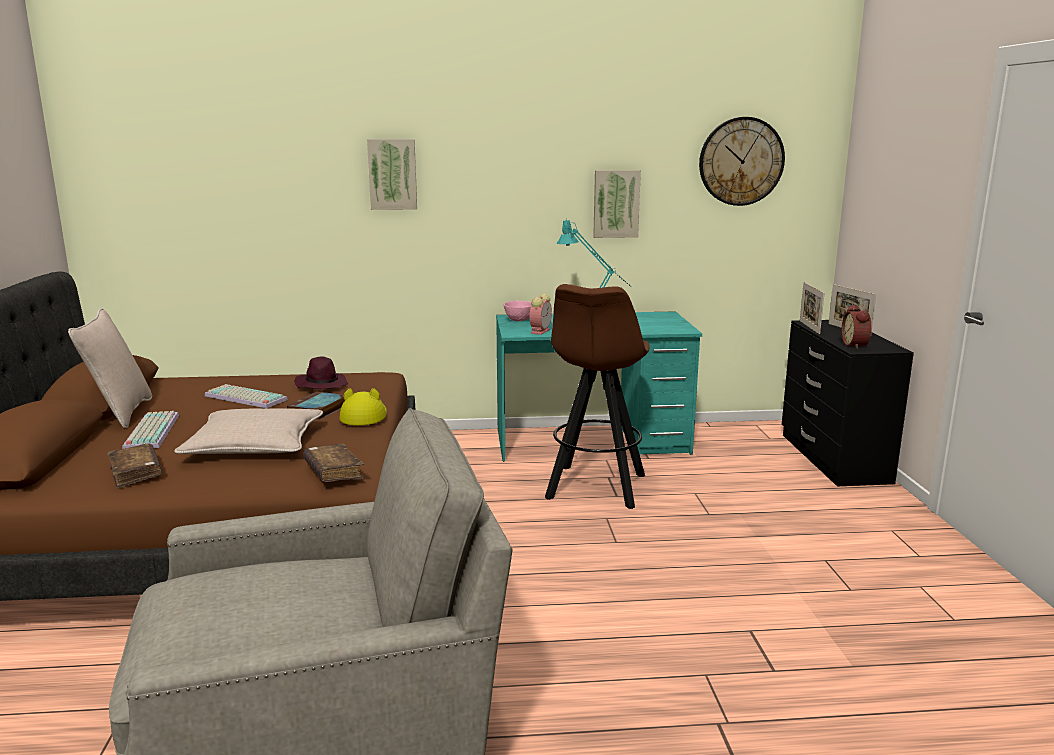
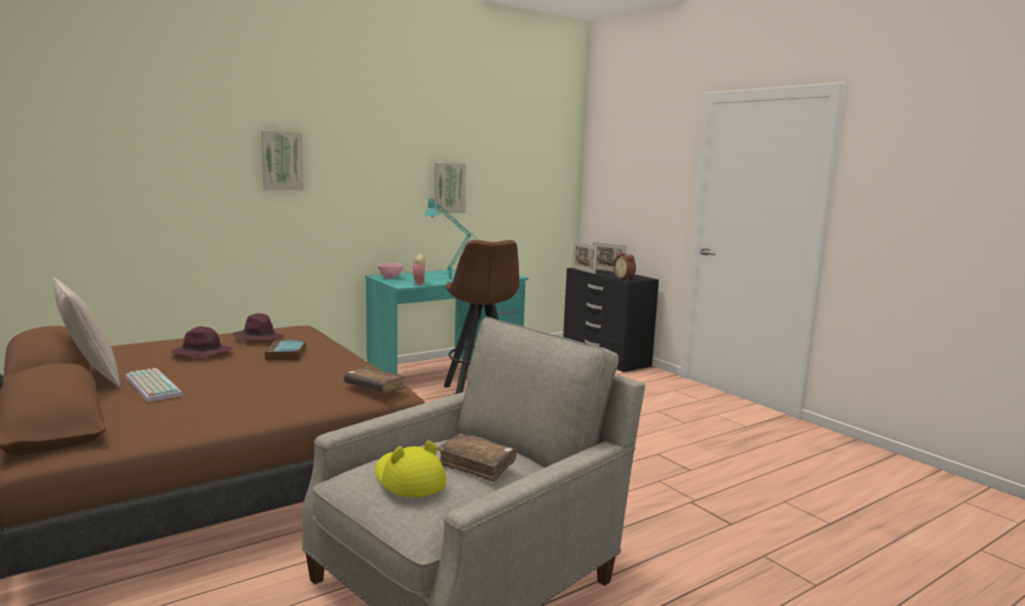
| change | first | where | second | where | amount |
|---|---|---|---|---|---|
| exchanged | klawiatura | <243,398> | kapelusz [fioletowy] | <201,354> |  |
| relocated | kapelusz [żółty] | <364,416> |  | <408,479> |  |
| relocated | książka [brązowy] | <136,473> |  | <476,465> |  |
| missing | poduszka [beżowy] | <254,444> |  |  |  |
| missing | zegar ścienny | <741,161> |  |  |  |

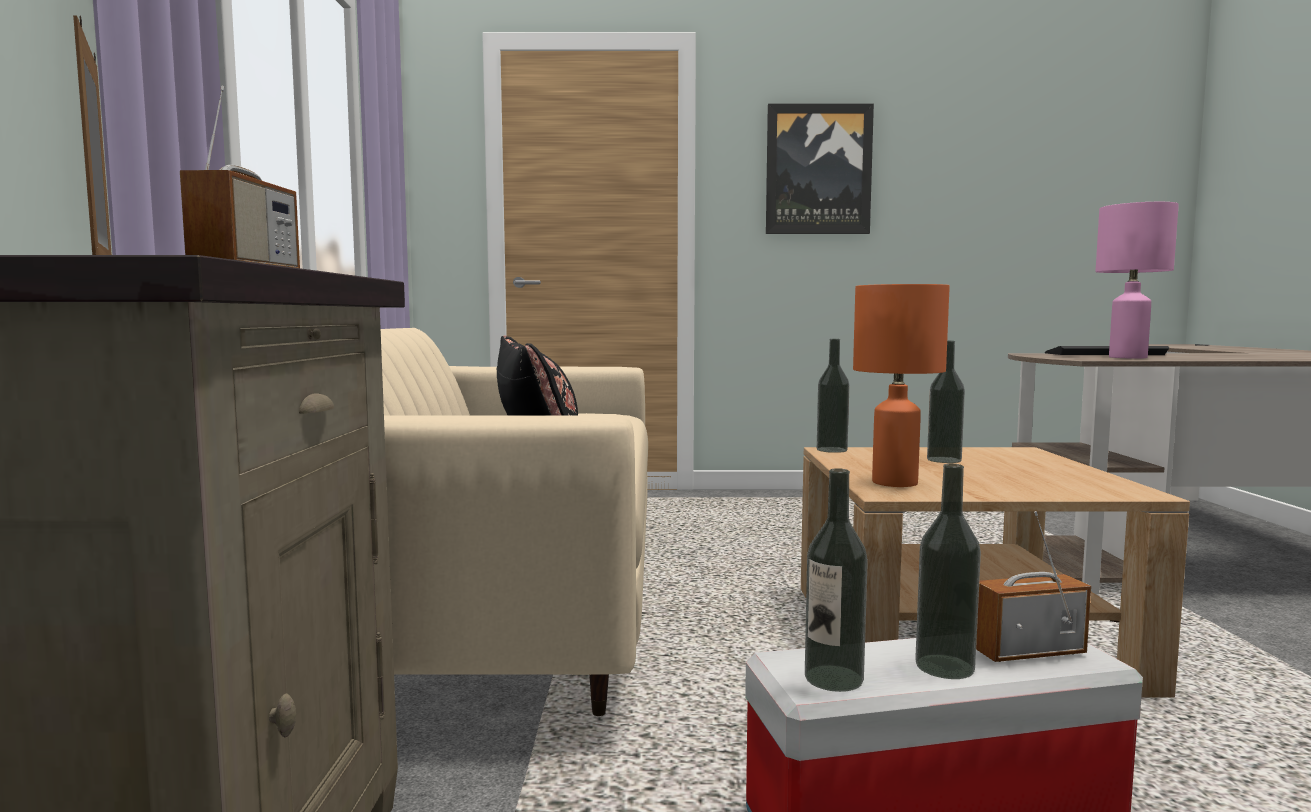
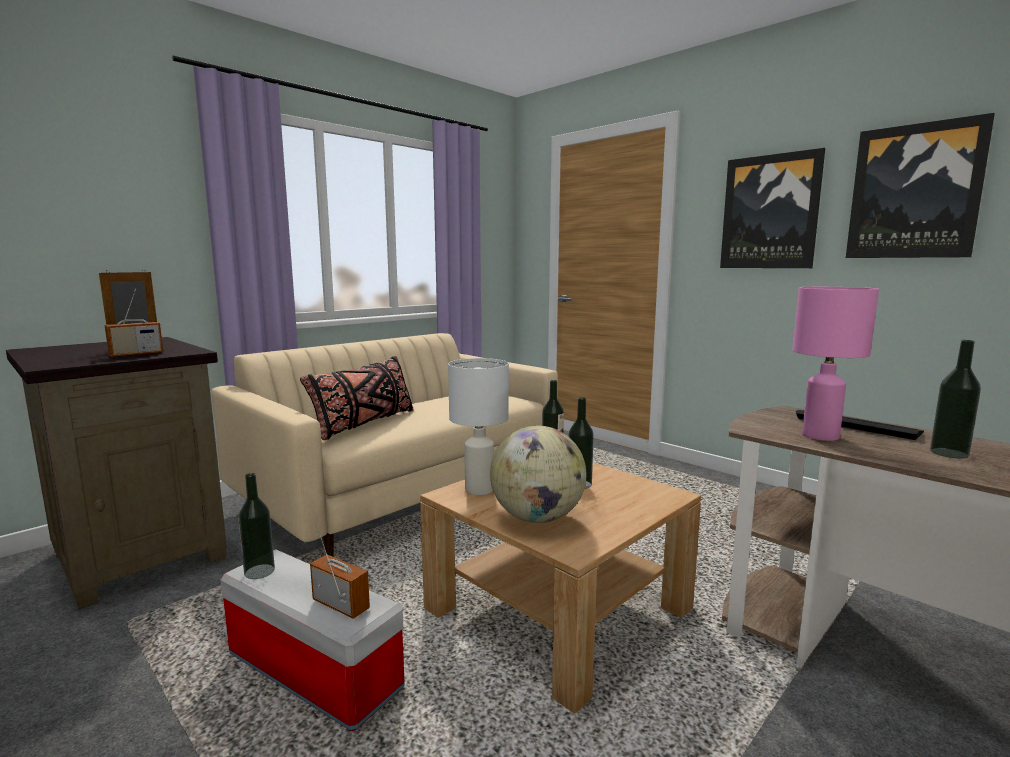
| change | first | where | second | where | amount |
|---|---|---|---|---|---|
| colour | lampa stołowa [pomarańczowy] | <894,483> | lampa stołowa [biały] | <478,489> |  |
| appeared |  |  | globus | <537,518> |  |
| appeared |  |  | obraz | <914,192> |  |
| relocated | butelka | <944,666> |  | <949,453> |  |

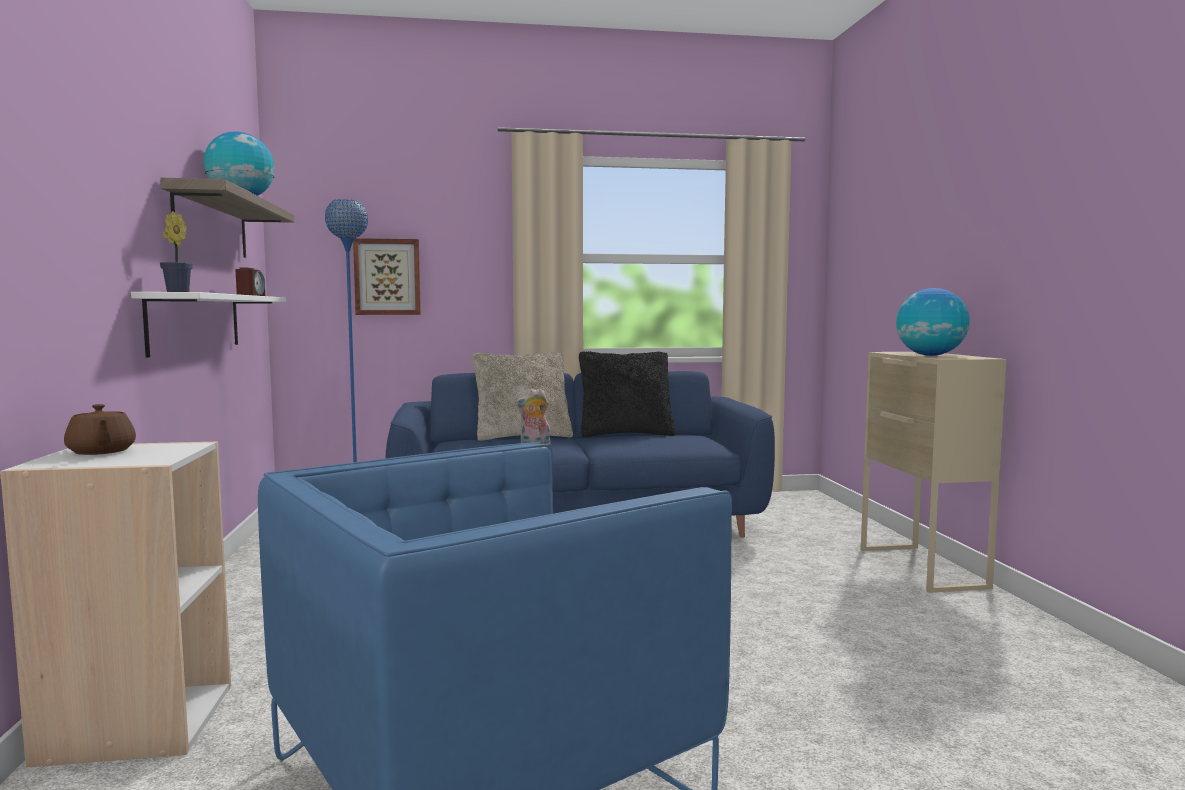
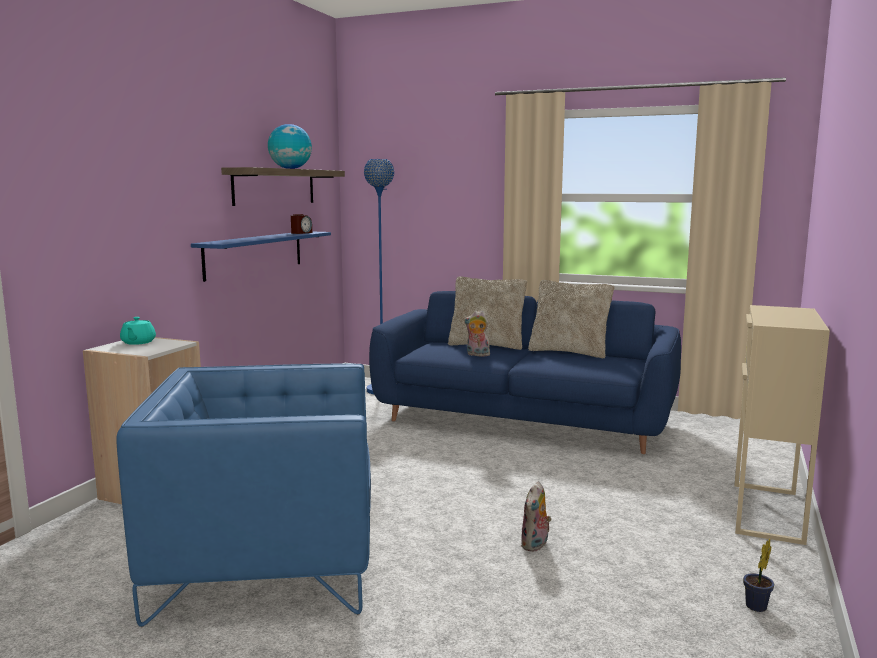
| change | first | where | second | where | amount |
|---|---|---|---|---|---|
| colour | imbryk [brązowy] | <101,452> | imbryk [turkusowy] | <138,342> |  |
| colour | półka [biały] | <196,322> | półka [niebieski] | <255,254> |  |
| appeared |  |  | pluszak | <535,545> |  |
| colour | poduszka [czarny] | <626,433> | poduszka [beżowy] | <569,351> |  |
| relocated | roślina doniczkowa | <176,292> |  | <755,608> |  |
| missing | obraz | <387,277> |  |  |  |
| missing | globus | <930,355> |  |  |  |

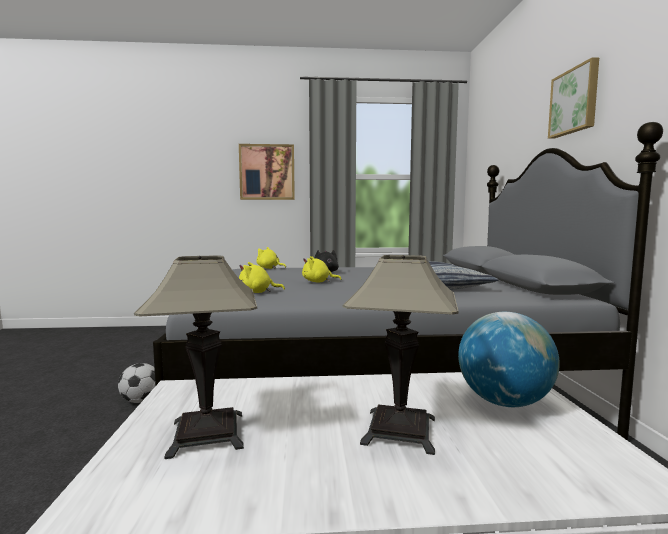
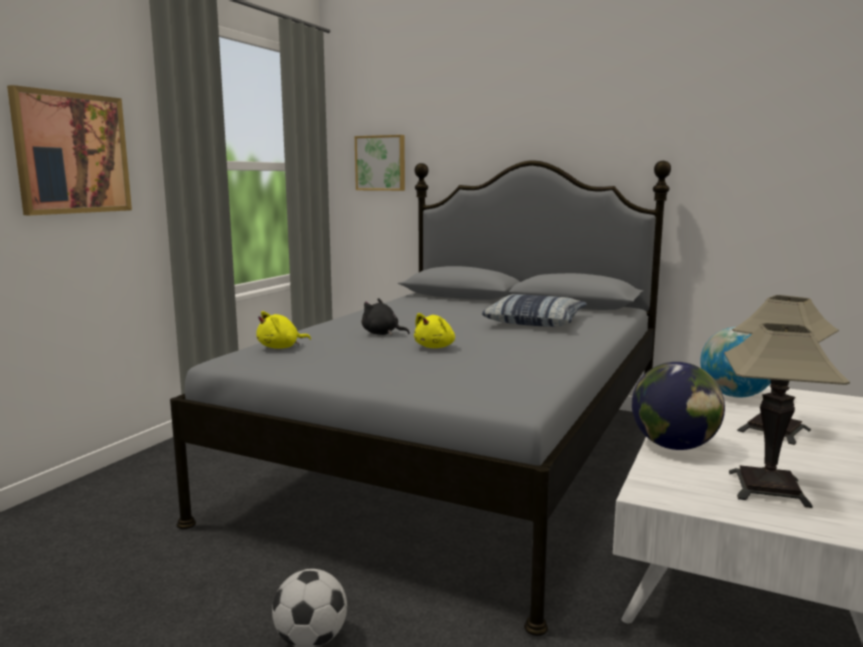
| change | first | where | second | where | amount |
|---|---|---|---|---|---|
| relocated | obraz | <575,101> |  | <381,163> |  |
| appeared |  |  | globus | <673,446> |  |
| missing | pluszak [żółty] | <257,292> |  |  |  |

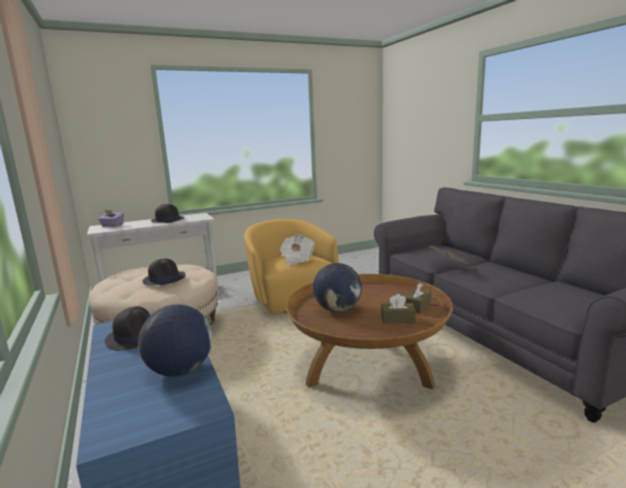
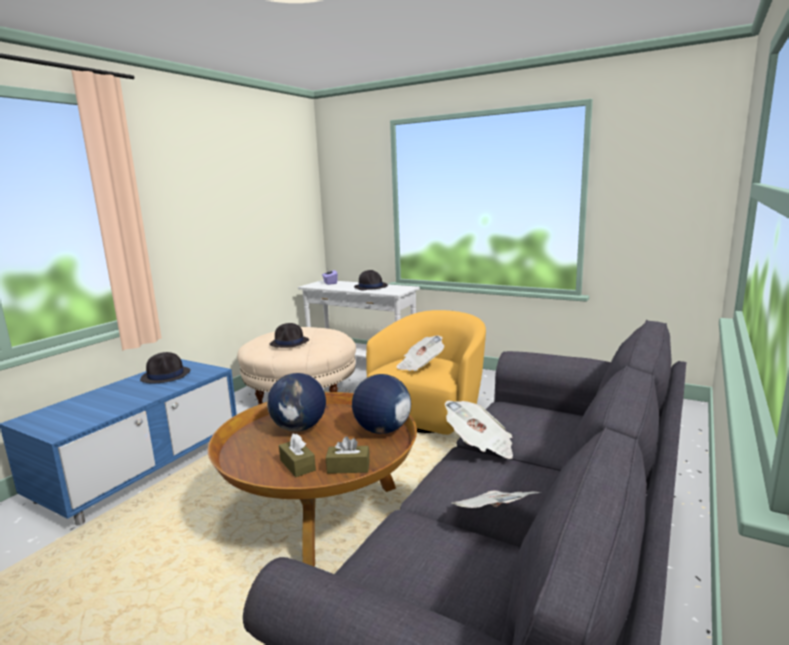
| change | first | where | second | where | amount |
|---|---|---|---|---|---|
| relocated | globus | <180,370> |  | <382,430> |  |
| appeared |  |  | gazeta | <493,518> |  |

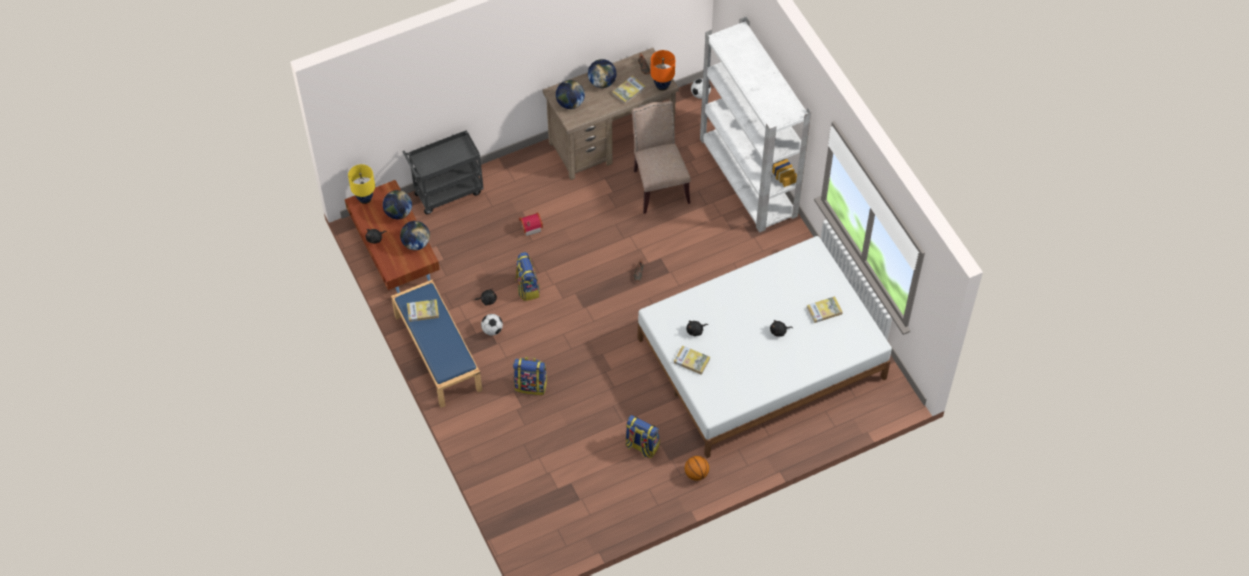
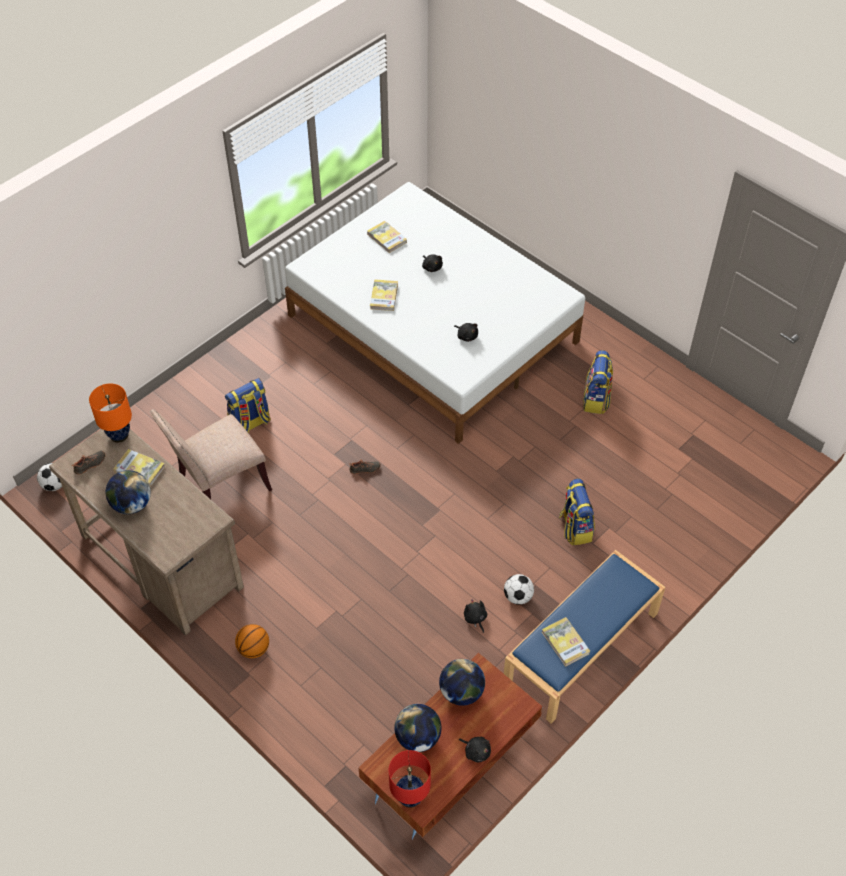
| change | first | where | second | where | amount |
|---|---|---|---|---|---|
| relocated | plecak | <527,287> |  | <250,423> |  |
| relocated | piłka do koszykówki | <696,474> |  | <254,649> |  |
| relocated | książka | <691,361> |  | <384,296> |  |
| colour | lampa stołowa [żółty] | <365,198> | lampa stołowa [czerwony] | <410,797> |  |
| missing | wózek [szary] | <446,195> |  |  |  |
| missing | domek | <530,227> |  |  |  |
| missing | globus | <570,103> |  |  |  |
| missing | regał [biały] | <748,177> |  |  |  |

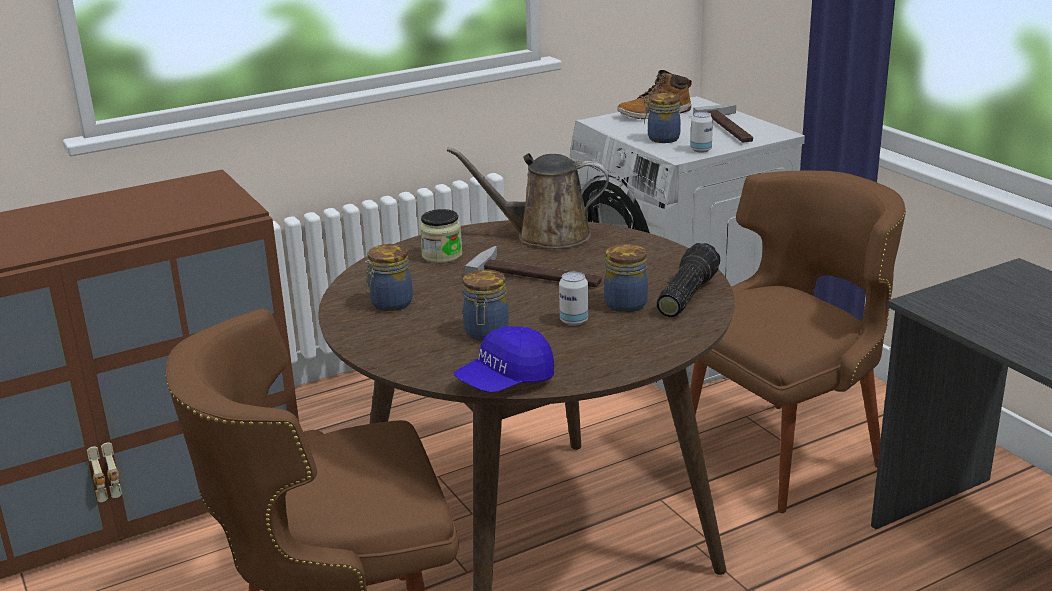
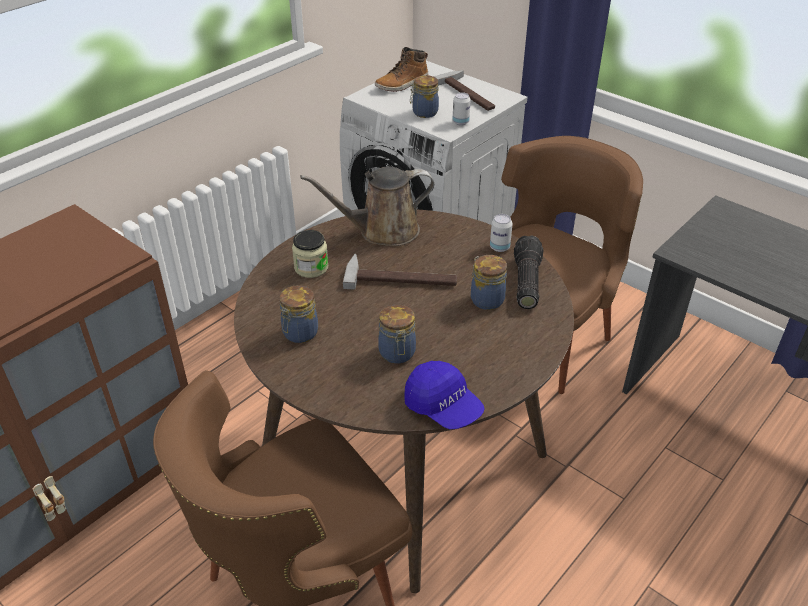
| change | first | where | second | where | amount |
|---|---|---|---|---|---|
| spun | czapka z daszkiem [niebieski] | <505,381> |  | <443,407> | 75 degrees counterclockwise |
| relocated | puszka | <574,321> |  | <499,247> |  |

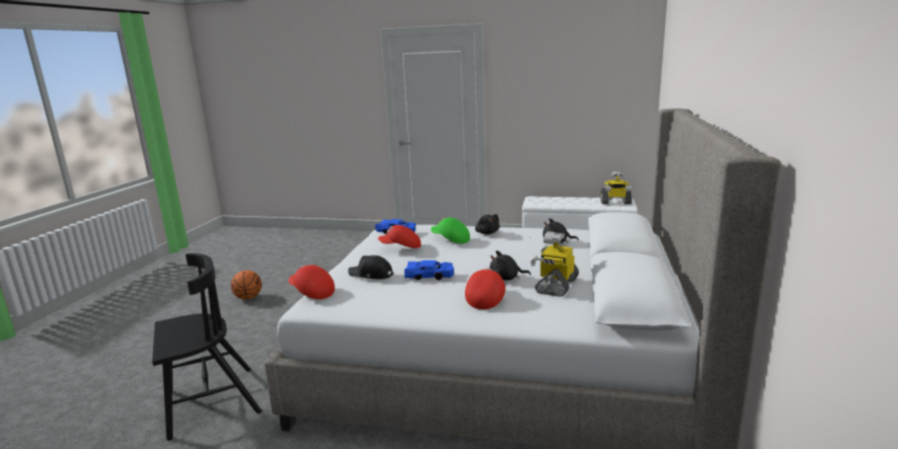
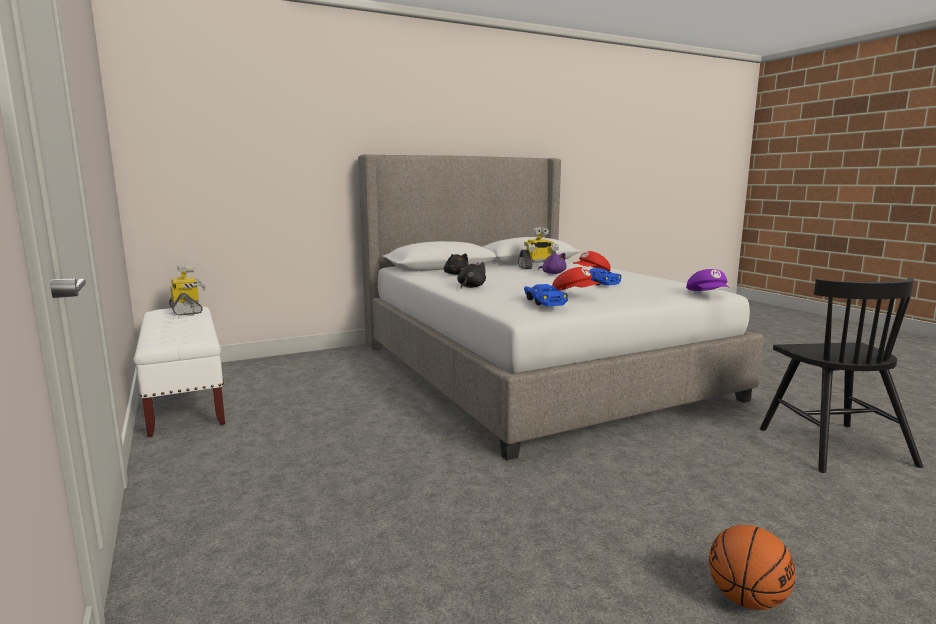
| change | first | where | second | where | amount |
|---|---|---|---|---|---|
| colour | pluszak [czarny] | <506,278> | pluszak [fioletowy] | <553,273> |  |
| colour | czapka z daszkiem [czerwony] | <311,292> | czapka z daszkiem [fioletowy] | <708,294> |  |
| spun | krzesło [czarny] | <206,403> |  | <829,443> | 120 degrees counterclockwise |
| missing | czapka z daszkiem [czarny] | <371,274> |  |  |  |
| missing | czapka z daszkiem [zielony] | <450,240> |  |  |  |

